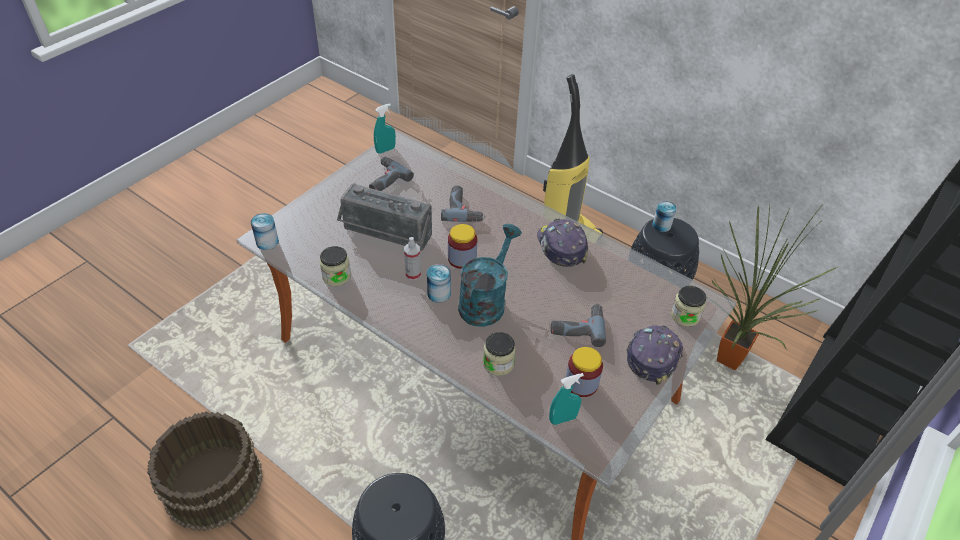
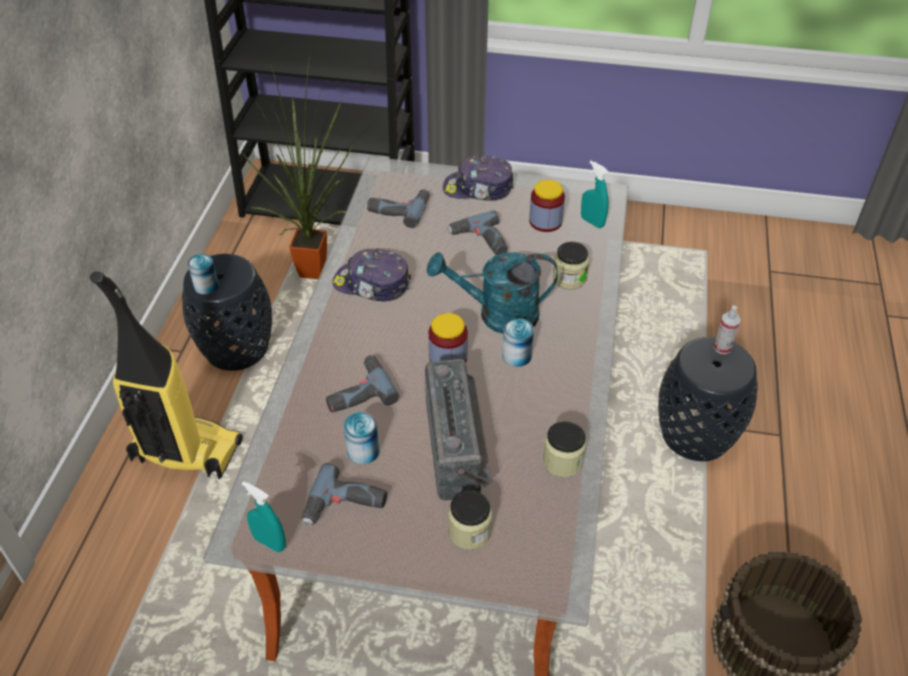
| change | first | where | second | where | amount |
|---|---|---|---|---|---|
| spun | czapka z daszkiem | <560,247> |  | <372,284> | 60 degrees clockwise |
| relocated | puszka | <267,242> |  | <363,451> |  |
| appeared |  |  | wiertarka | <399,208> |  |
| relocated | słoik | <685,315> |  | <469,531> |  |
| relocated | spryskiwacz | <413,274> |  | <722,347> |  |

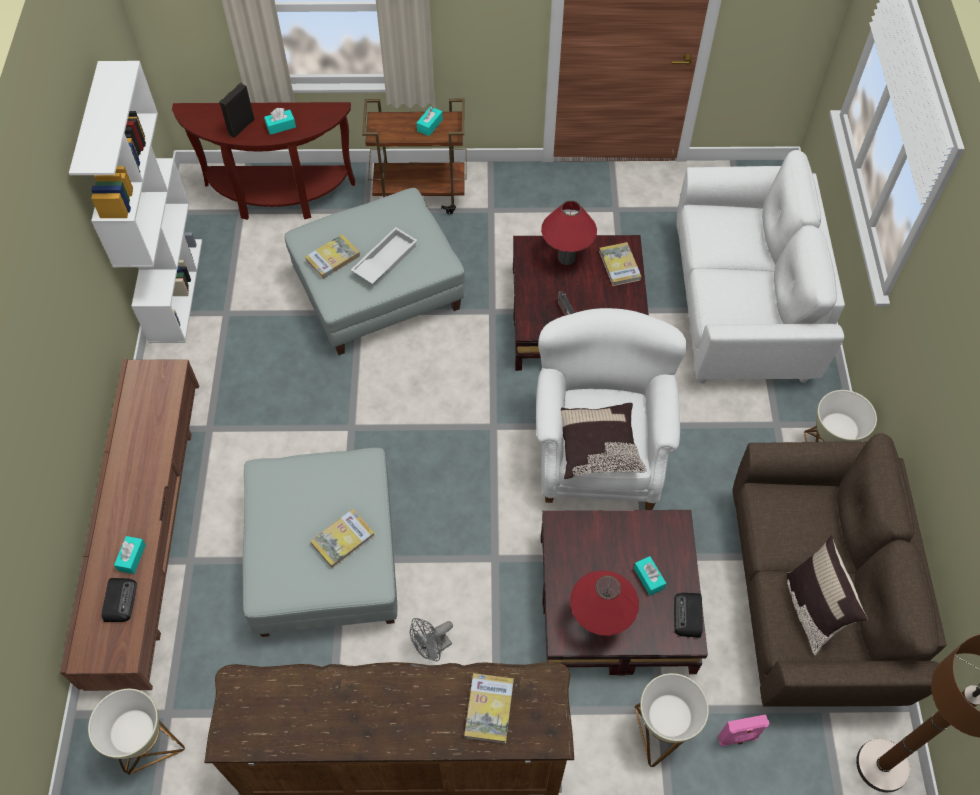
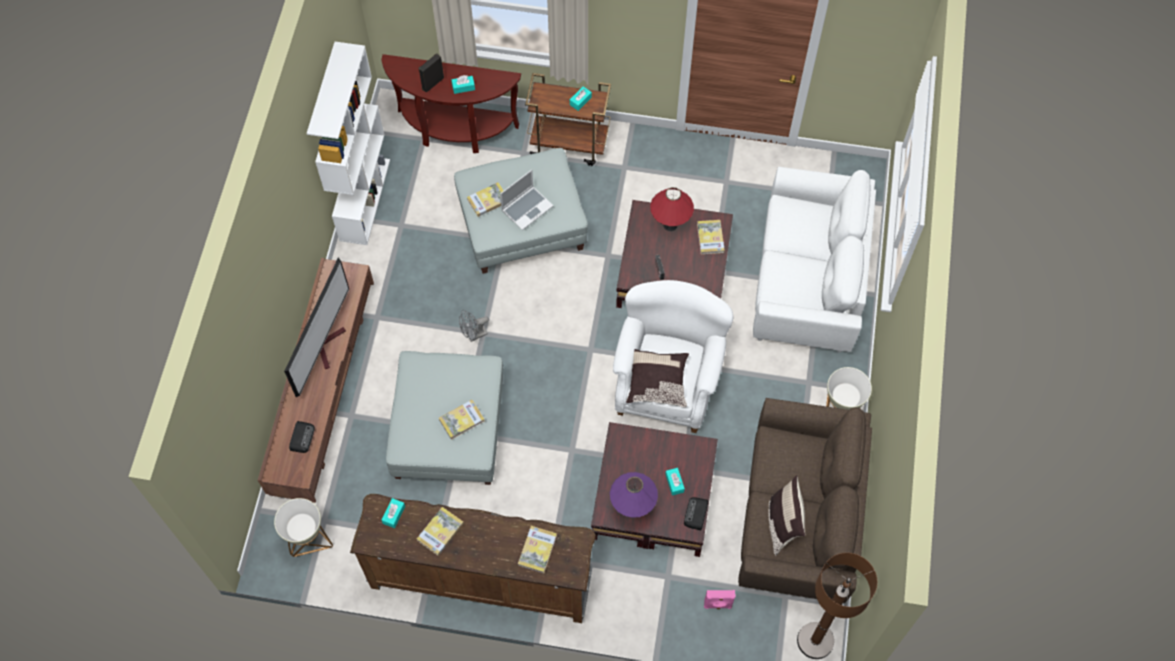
| change | first | where | second | where | amount |
|---|---|---|---|---|---|
| appeared |  |  | telewizor | <327,345> |  |
| relocated | pudełko chusteczek [turkusowy] | <132,557> |  | <394,515> |  |
| appeared |  |  | książka | <440,532> |  |
| relocated | wentylator [szary] | <432,649> |  | <474,335> |  |
| exchanged | taca [biały] | <384,259> | laptop | <527,208> |  |
| colour | lampa stołowa [czerwony] | <599,621> | lampa stołowa [fioletowy] | <632,507> |  |
| missing | donica | <661,732> |  |  |  |

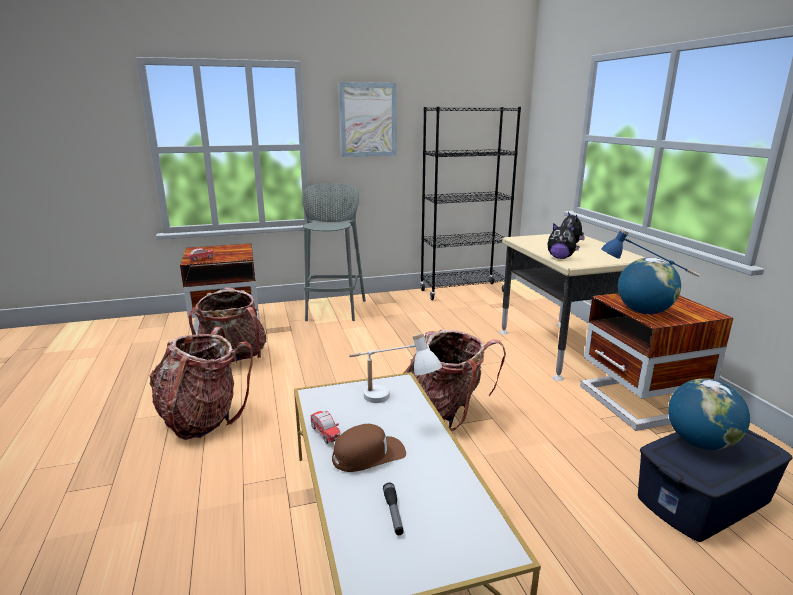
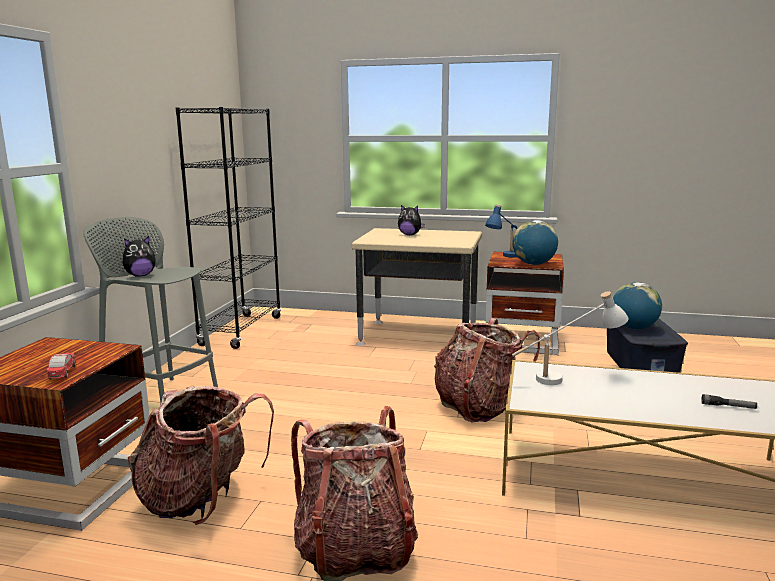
| change | first | where | second | where | amount |
|---|---|---|---|---|---|
| relocated | pluszak | <560,258> |  | <140,275> |  |
| missing | samochodzik | <325,433> |  |  |  |
| missing | czapka z daszkiem [brązowy] | <368,455> |  |  |  |
| missing | obraz | <368,120> |  |  |  |

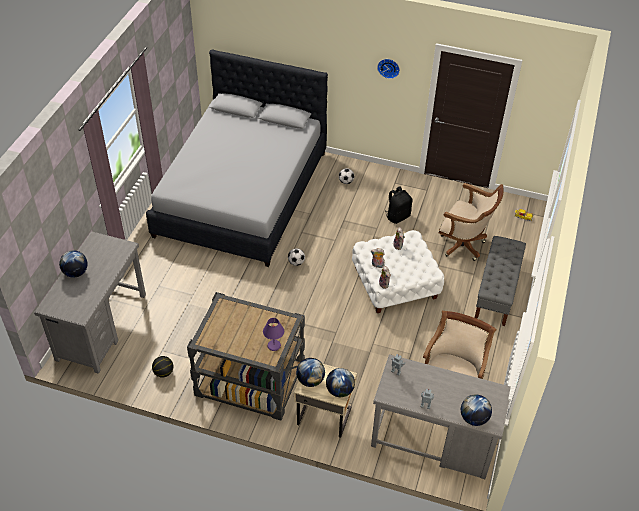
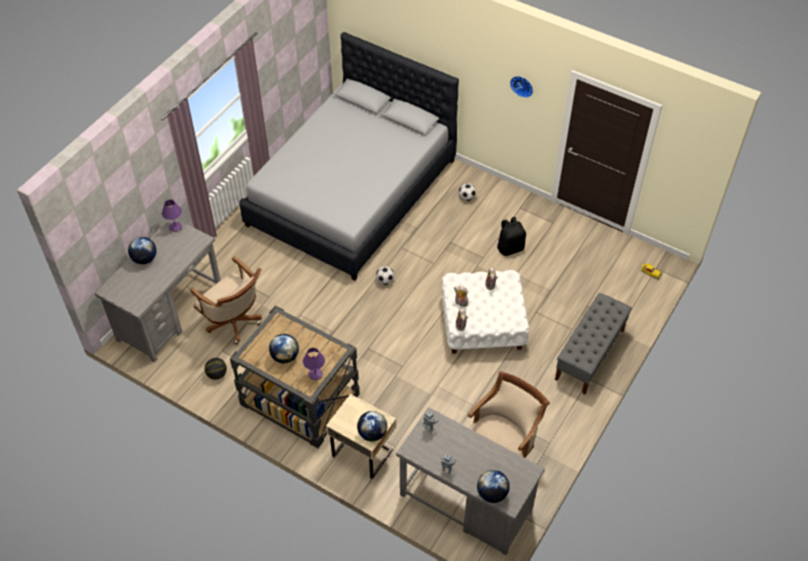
| change | first | where | second | where | amount |
|---|---|---|---|---|---|
| appeared |  |  | lampa stołowa [fioletowy] | <175,227> |  |
| relocated | krzesło biurowe | <464,245> |  | <235,323> |  |
| relocated | globus | <310,380> |  | <285,356> |  |

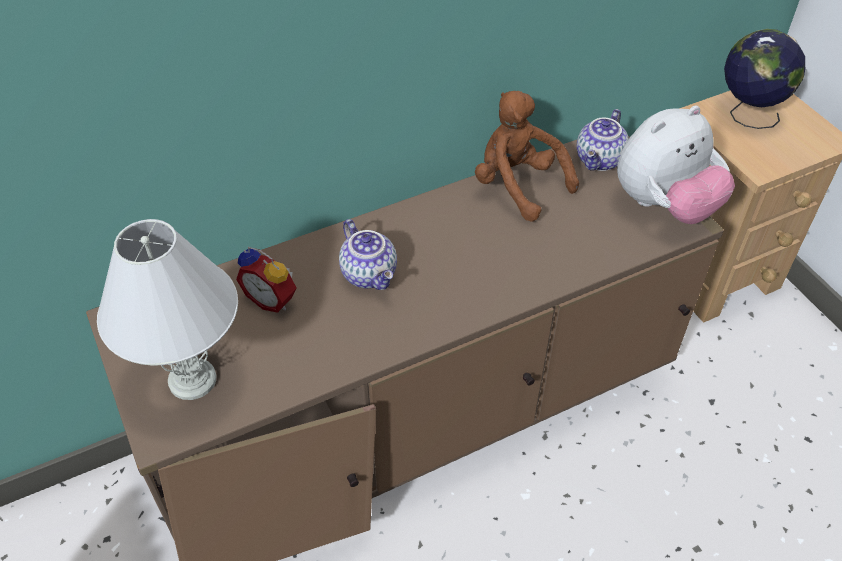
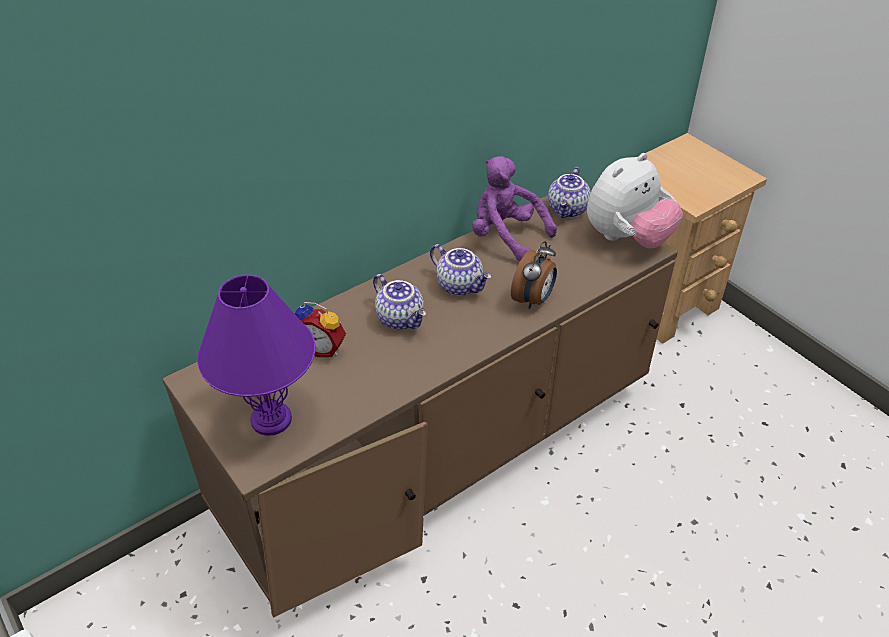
| change | first | where | second | where | amount |
|---|---|---|---|---|---|
| colour | lampa stołowa [biały] | <192,379> | lampa stołowa [fioletowy] | <271,418> |  |
| appeared |  |  | imbryk | <460,285> |  |
| colour | pluszak [brązowy] | <518,185> | pluszak [fioletowy] | <506,236> |  |
| appeared |  |  | budzik | <533,299> |  |
| missing | globus | <747,115> |  |  |  |

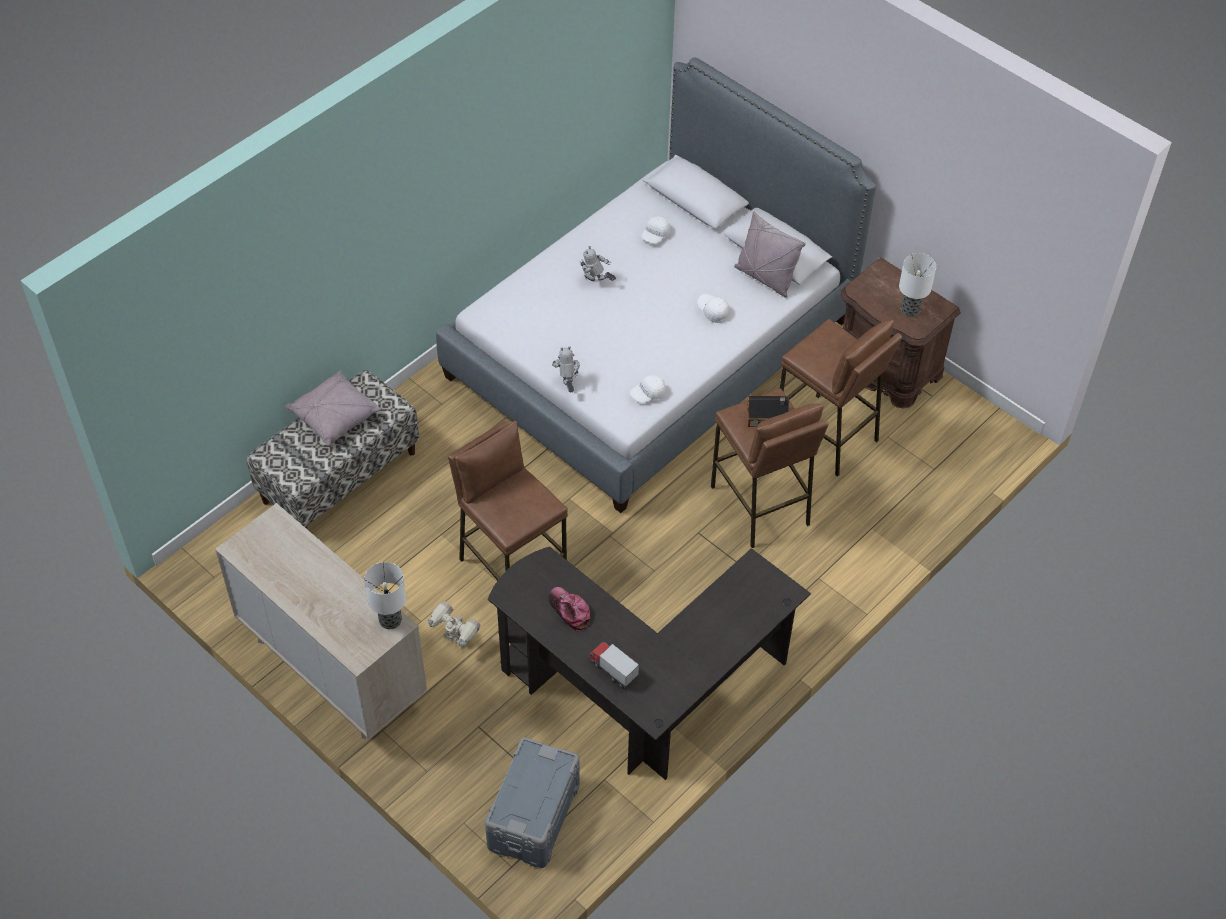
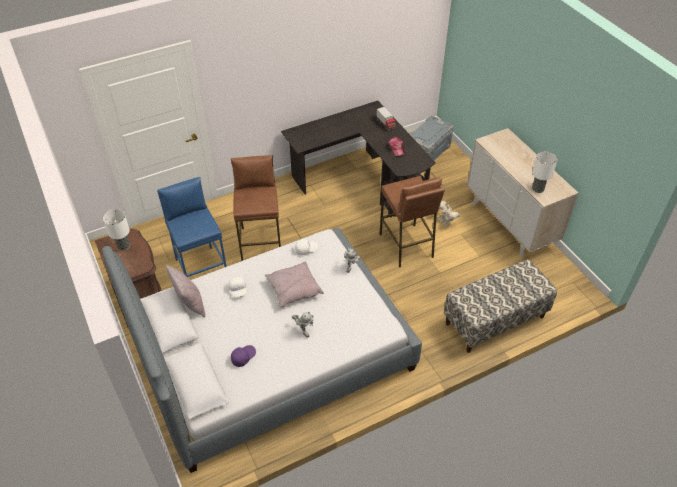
| change | first | where | second | where | amount |
|---|---|---|---|---|---|
| colour | stołek [brązowy] | <826,436> | stołek [niebieski] | <201,269> |  |
| colour | czapka z daszkiem [biały] | <655,235> | czapka z daszkiem [fioletowy] | <243,357> |  |
| relocated | poduszka [fioletowy] | <335,416> |  | <294,289> |  |
| relocated | lampa stołowa | <390,619> |  | <538,189> |  |
| missing | domek | <768,418> |  |  |  |

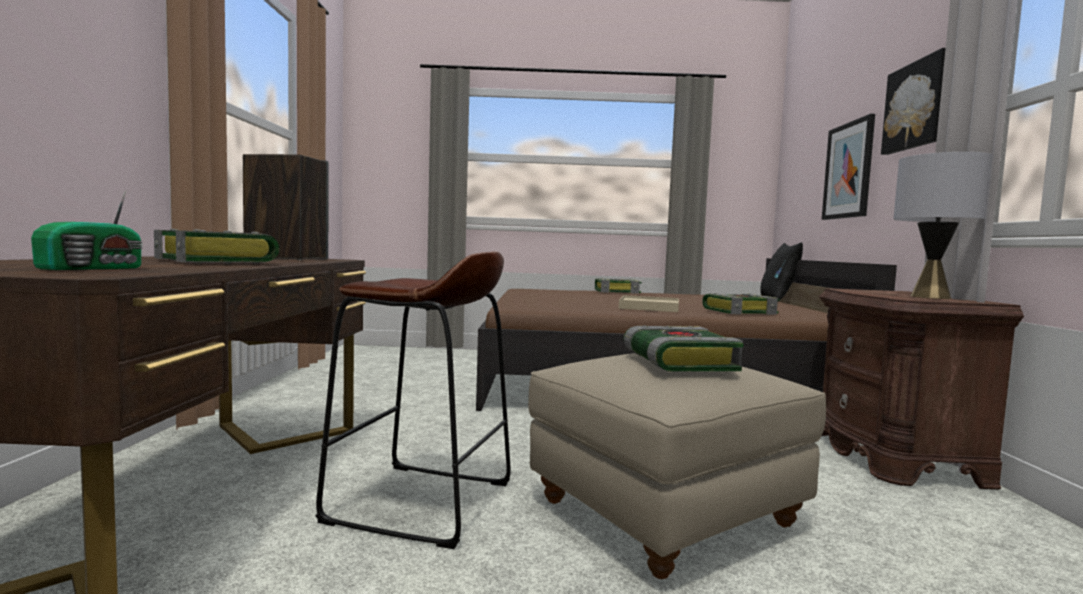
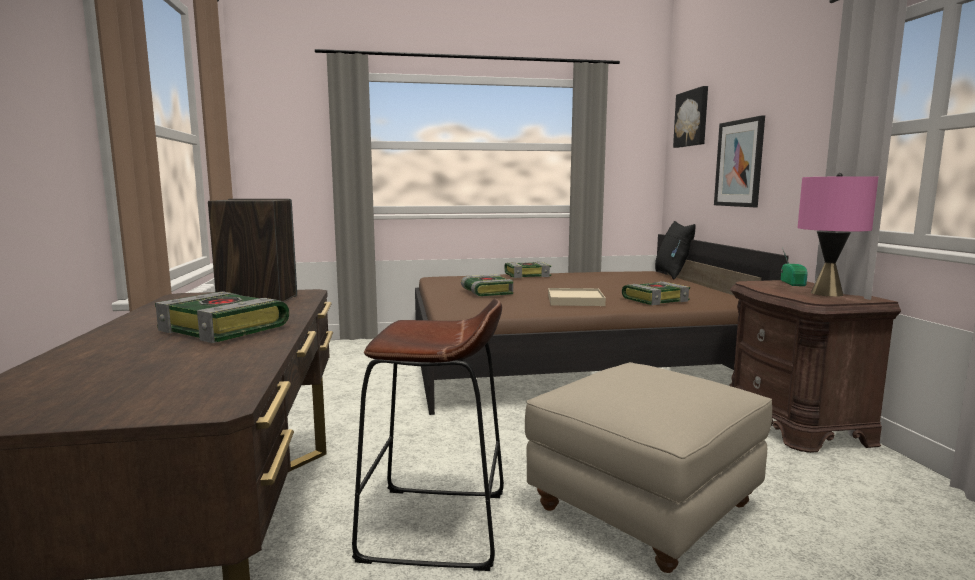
| change | first | where | second | where | amount |
|---|---|---|---|---|---|
| relocated | książka | <676,362> |  | <485,292> |  |
| relocated | obraz | <917,105> |  | <692,118> |  |
| relocated | radio | <95,268> |  | <793,283> |  |
| colour | lampa stołowa [szary] | <929,297> | lampa stołowa [różowy] | <826,293> |  |

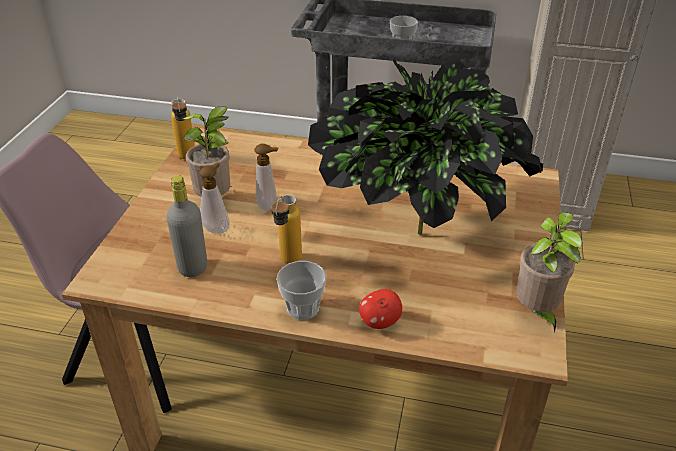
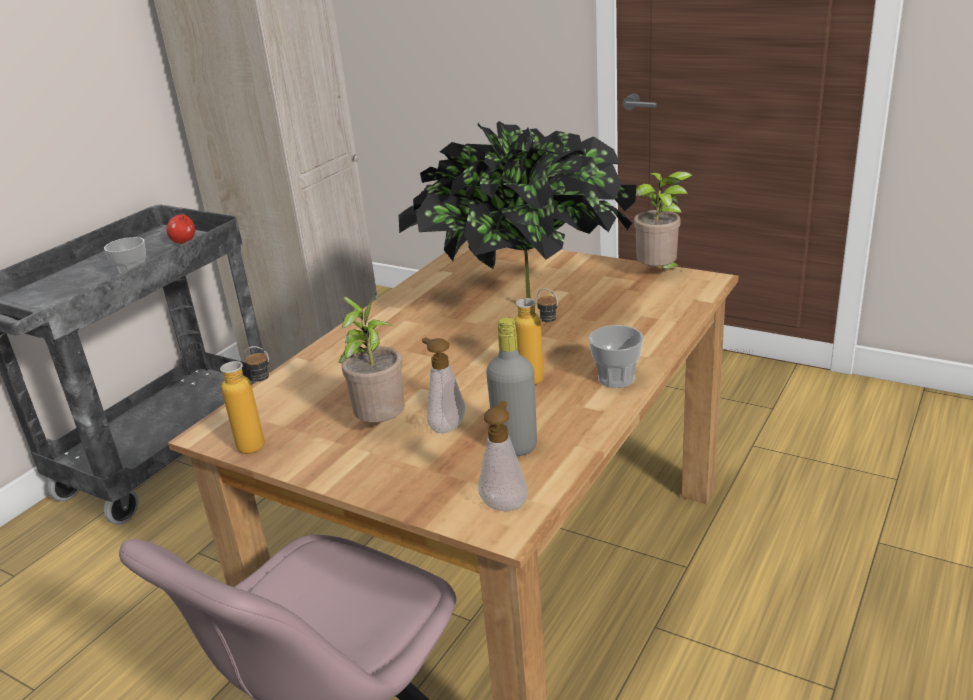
| change | first | where | second | where | amount |
|---|---|---|---|---|---|
| relocated | jabłko | <379,322> |  | <184,242> |  |
| relocated | dozownik mydła | <269,205> |  | <505,503> |  |

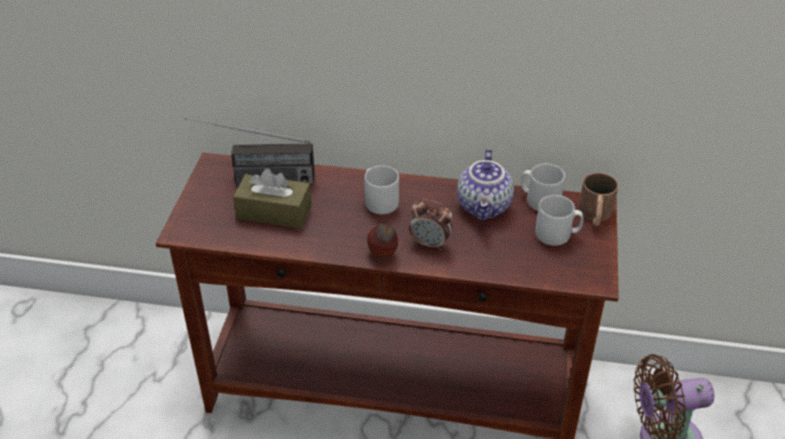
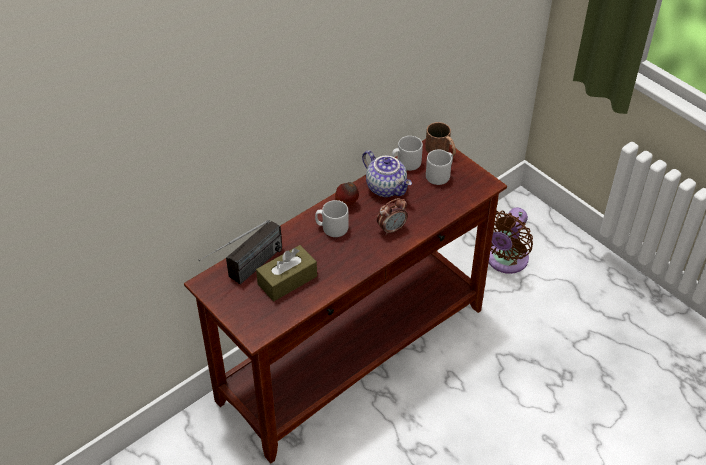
| change | first | where | second | where | amount |
|---|---|---|---|---|---|
| relocated | jabłko | <383,255> |  | <347,204> |  |

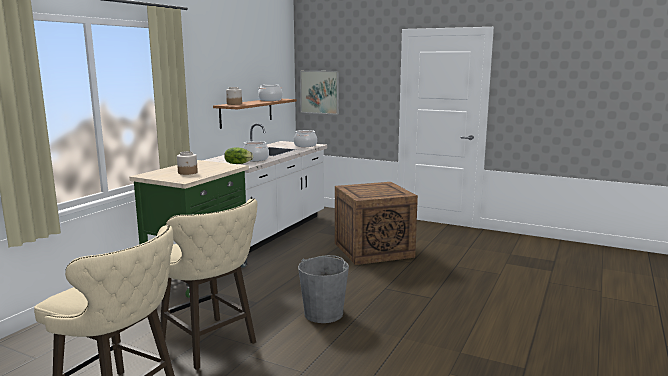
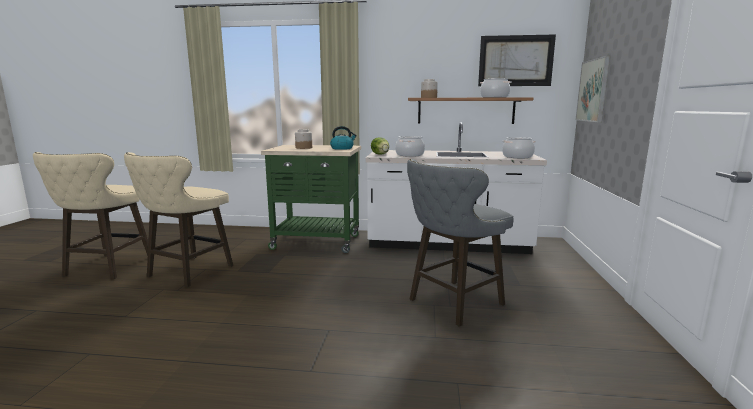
| change | first | where | second | where | amount |
|---|---|---|---|---|---|
| appeared |  |  | czajnik | <342,148> |  |
| exchanged | skrzynka | <372,250> | stołek [szary] | <453,303> |  |
| appeared |  |  | obraz | <515,61> |  |
| missing | wiadro [szary] | <324,313> |  |  |  |

